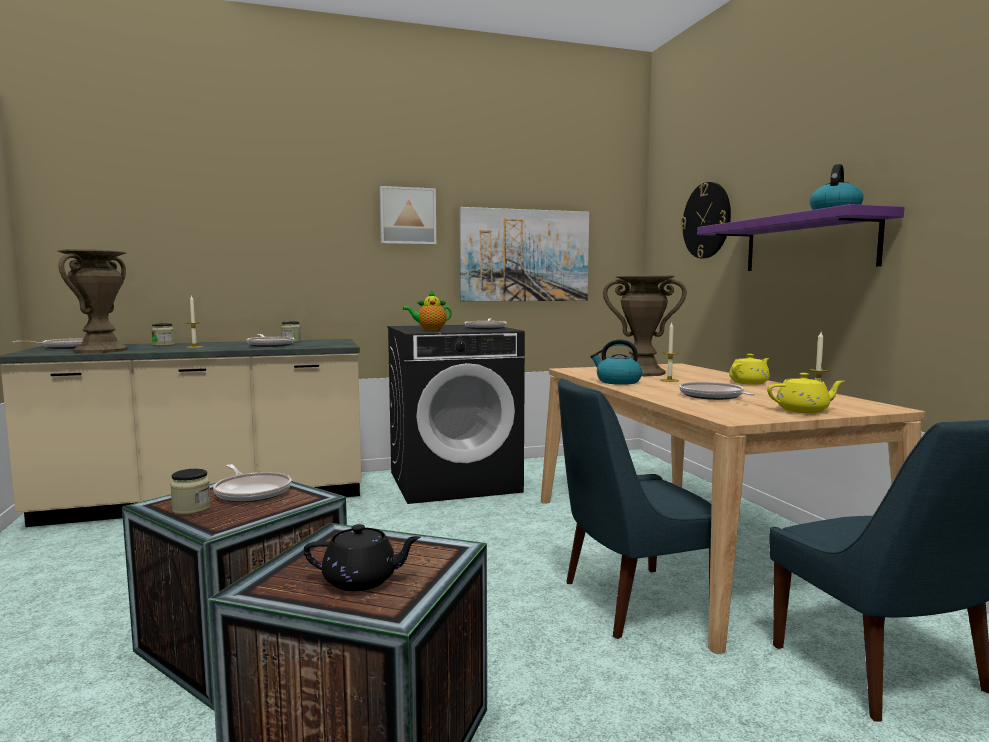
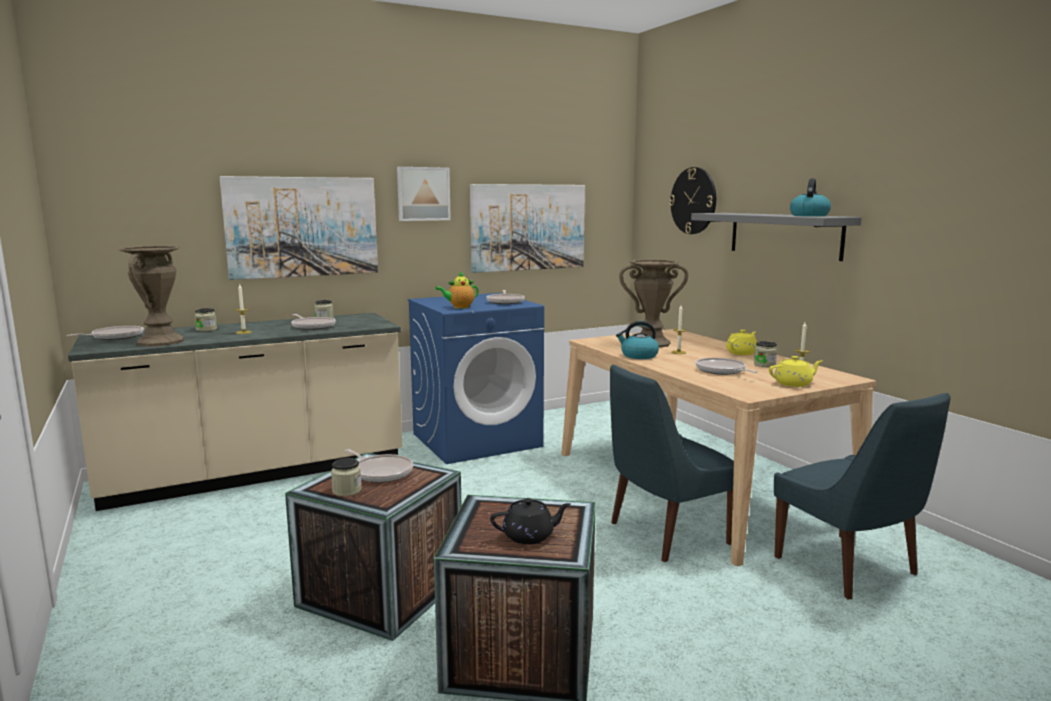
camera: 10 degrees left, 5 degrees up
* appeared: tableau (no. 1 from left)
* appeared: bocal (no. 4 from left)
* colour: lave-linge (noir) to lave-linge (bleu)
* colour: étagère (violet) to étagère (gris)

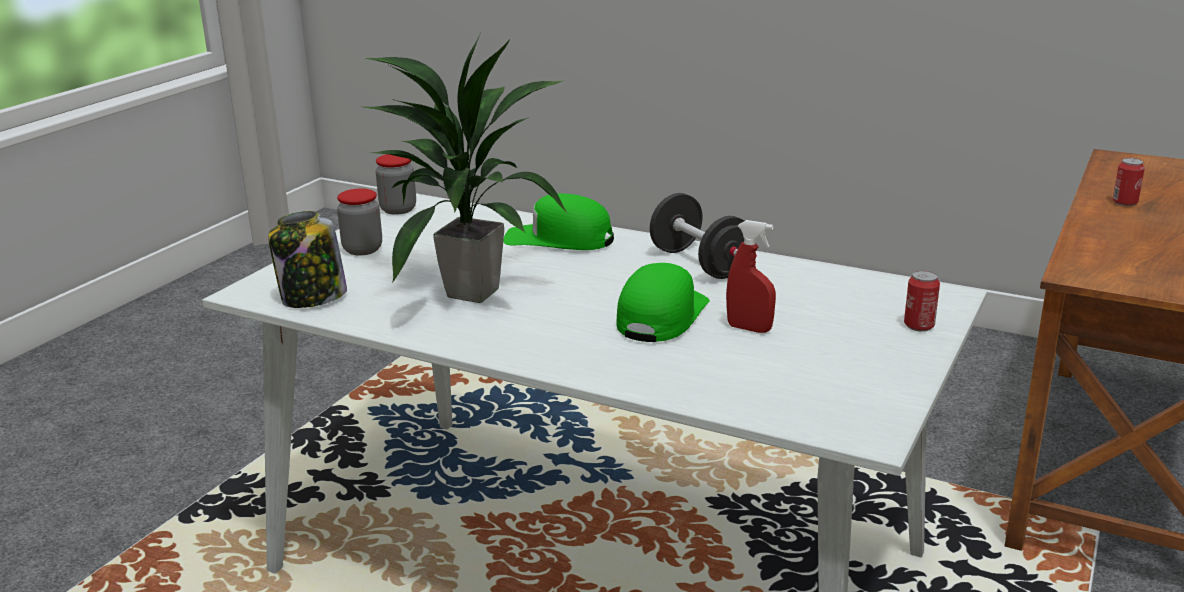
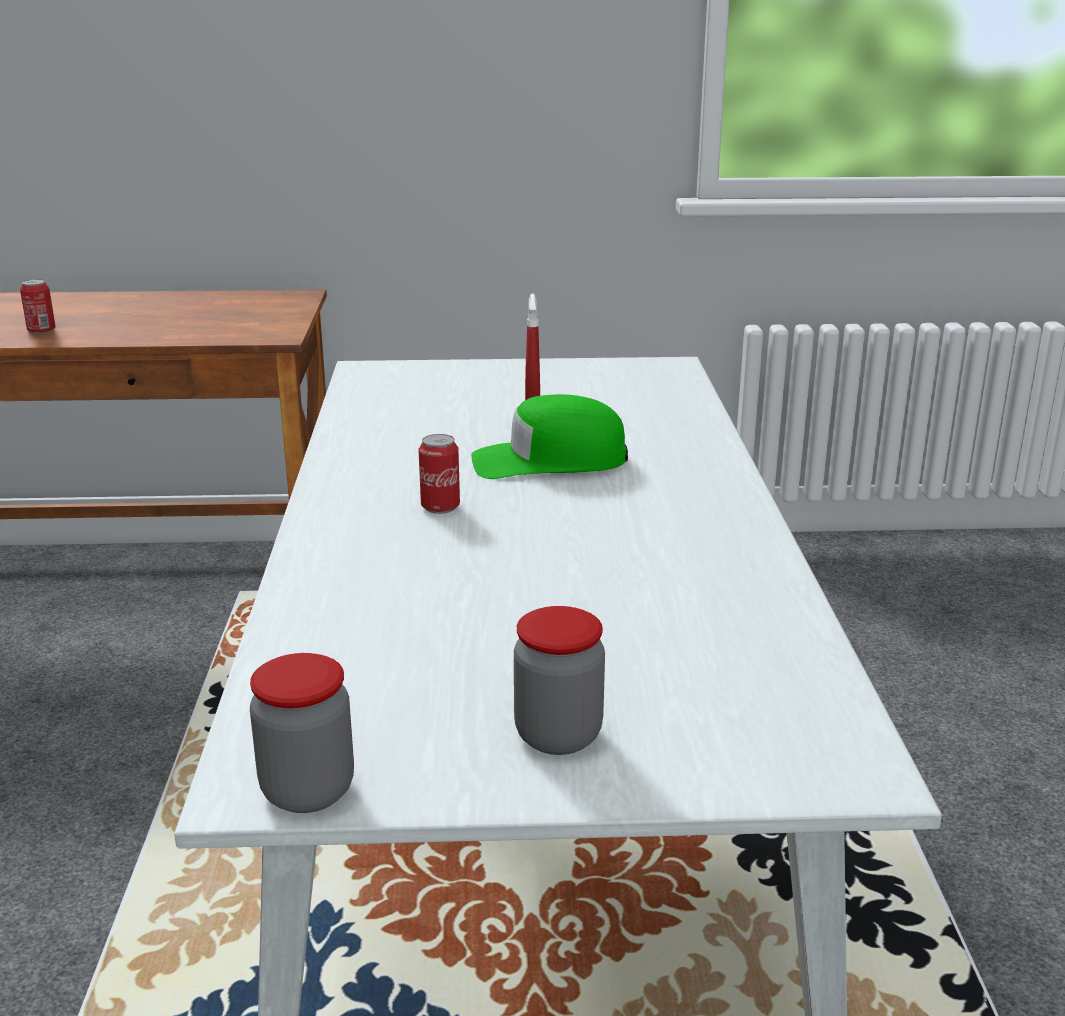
camera: 120 degrees left, 0 degrees up
* missing: bocal (no. 1 from left)
* missing: plante en pot
* missing: casquette (vert) (no. 1 from left)
* missing: haltère (noir)
* relocated: boîte métallique (no. 1 from left in the first image) to boîte métallique (no. 2 from left)

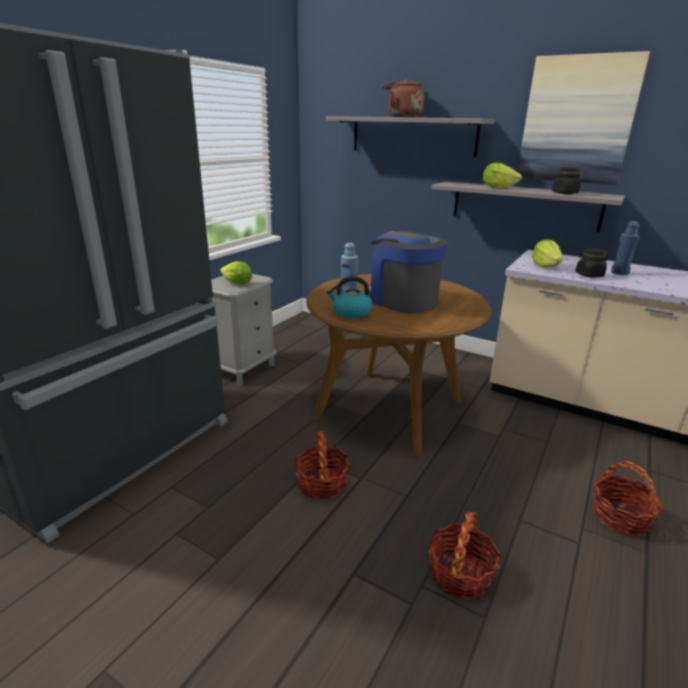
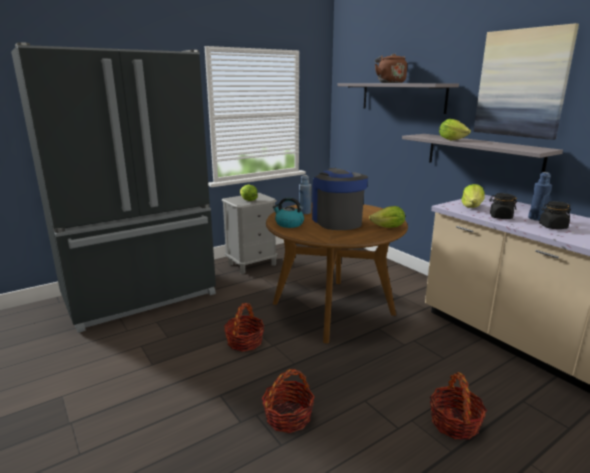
camera: 25 degrees right, 5 degrees down
* appeared: laitue (no. 2 from left)
* relocated: bocal (noir) (no. 1 from left in the first image) to bocal (noir) (no. 2 from left)

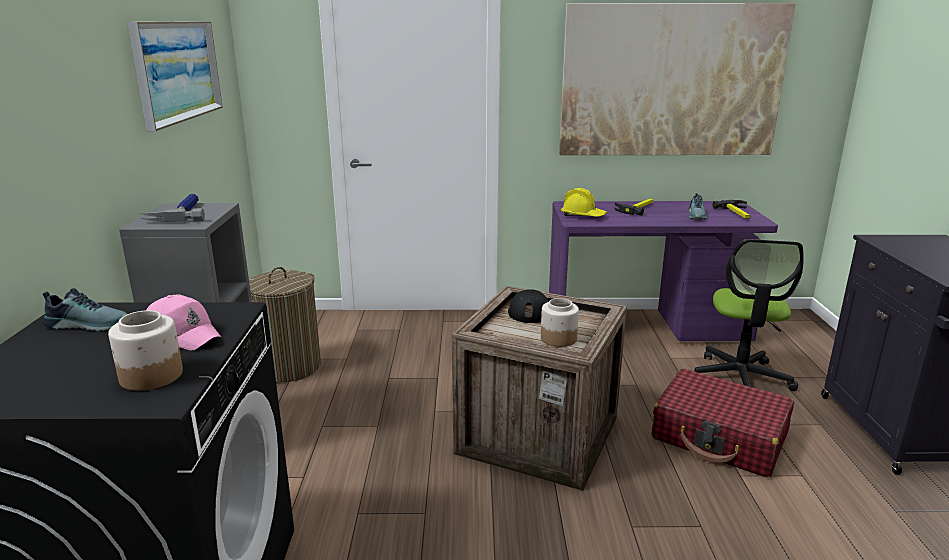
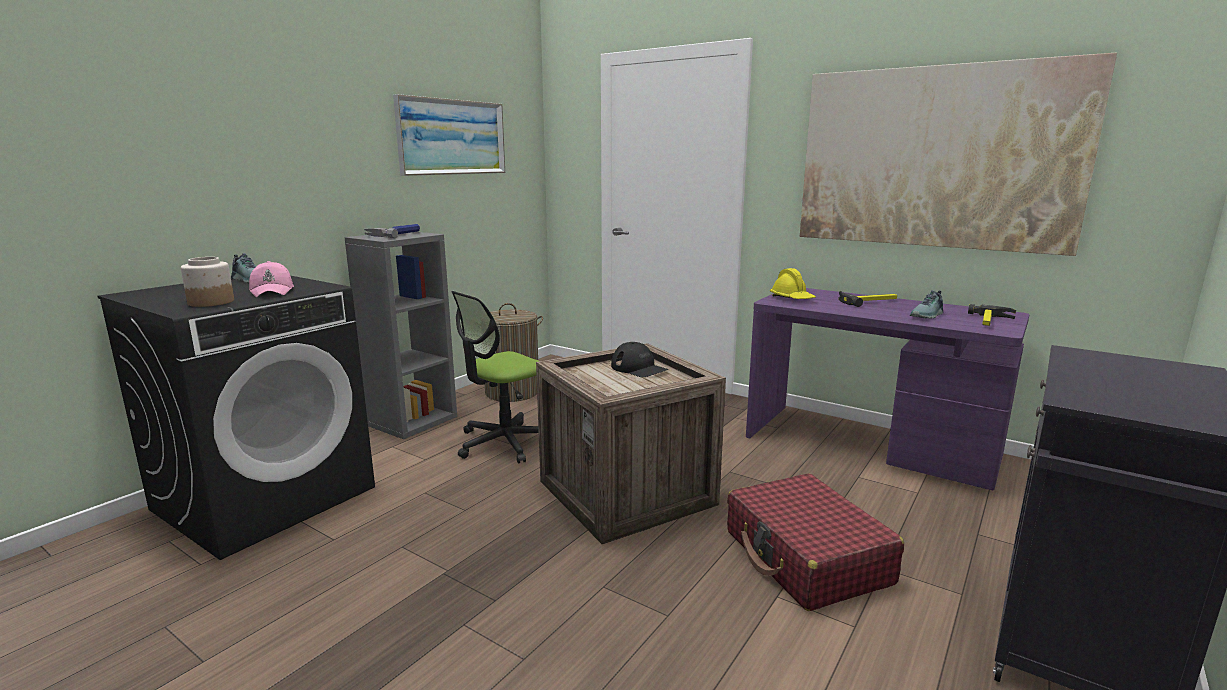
camera: 35 degrees right, 5 degrees down
* missing: bocal (no. 2 from left)
* relocated: chaise de bureau

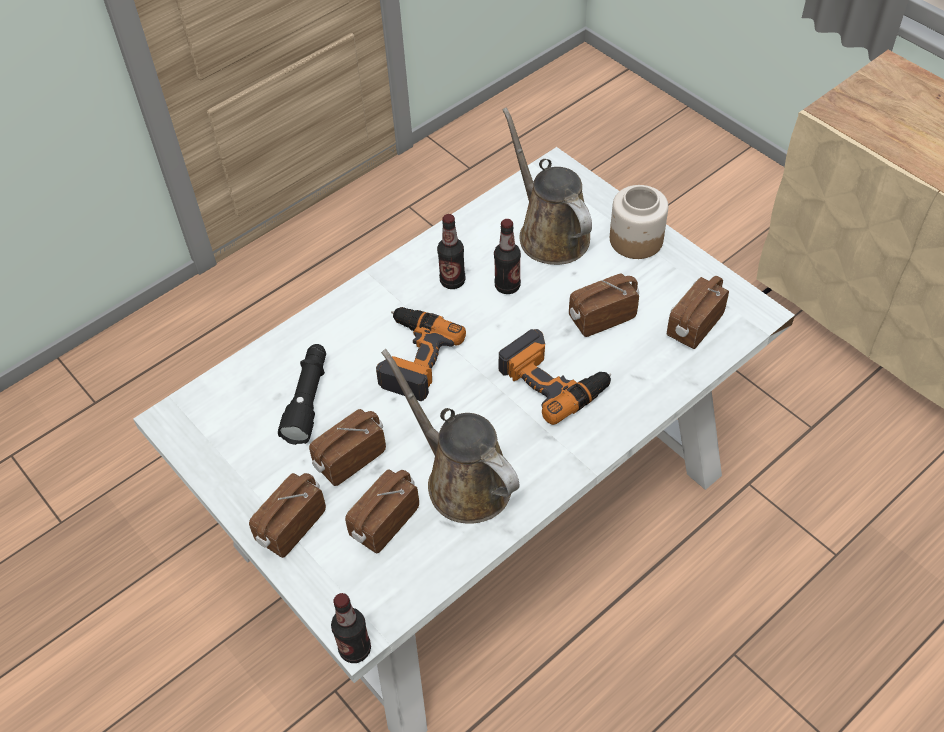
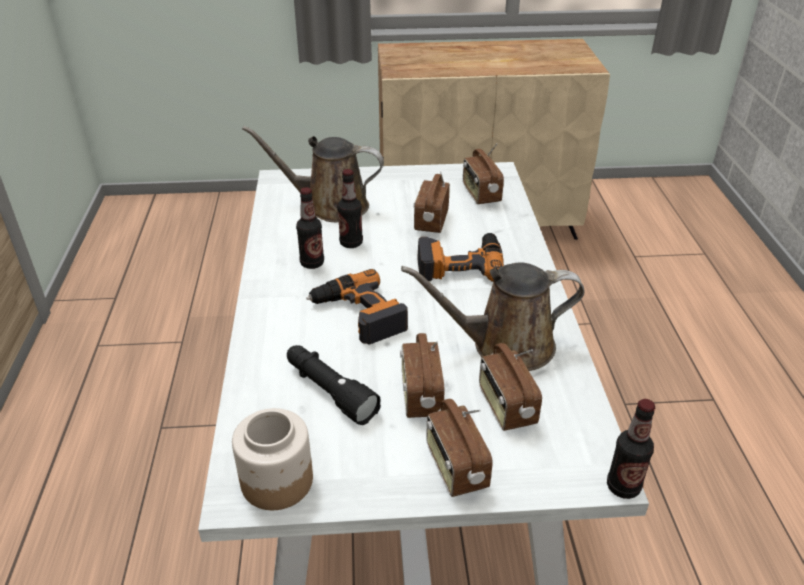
camera: 55 degrees left, 15 degrees down
* relocated: bocal

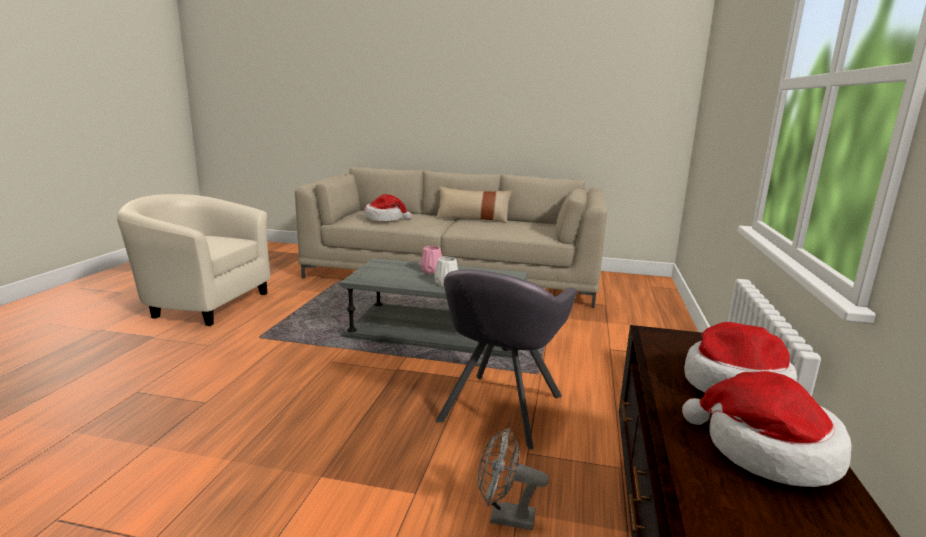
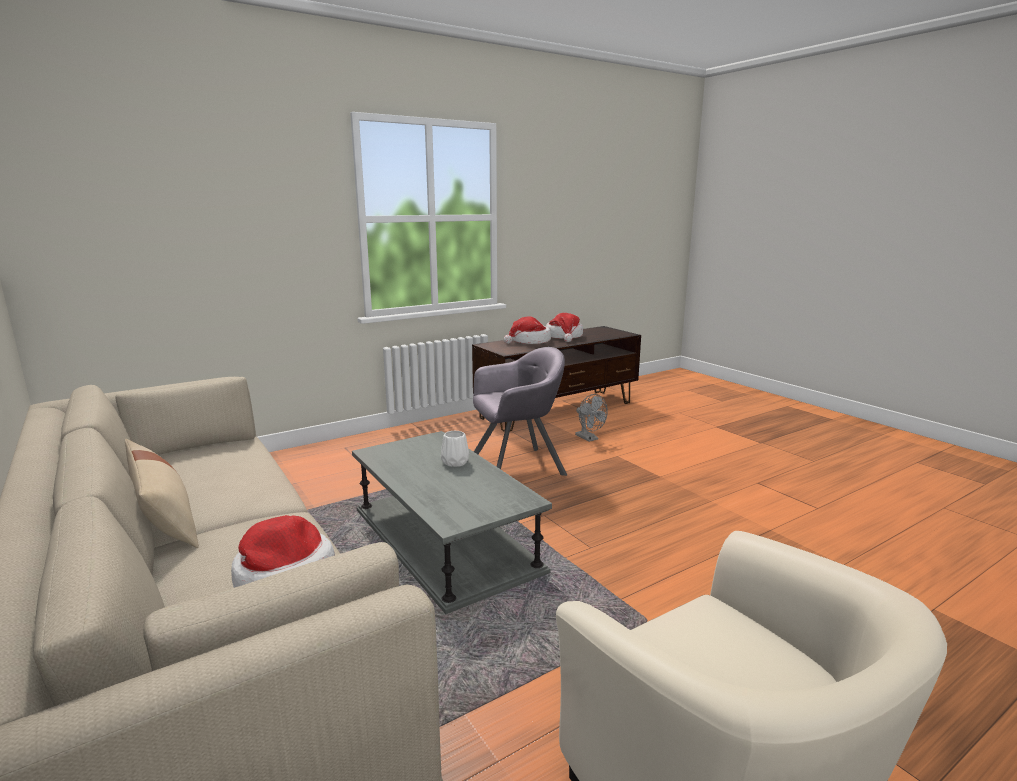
camera: 135 degrees left, 0 degrees up
* missing: vase (rose)

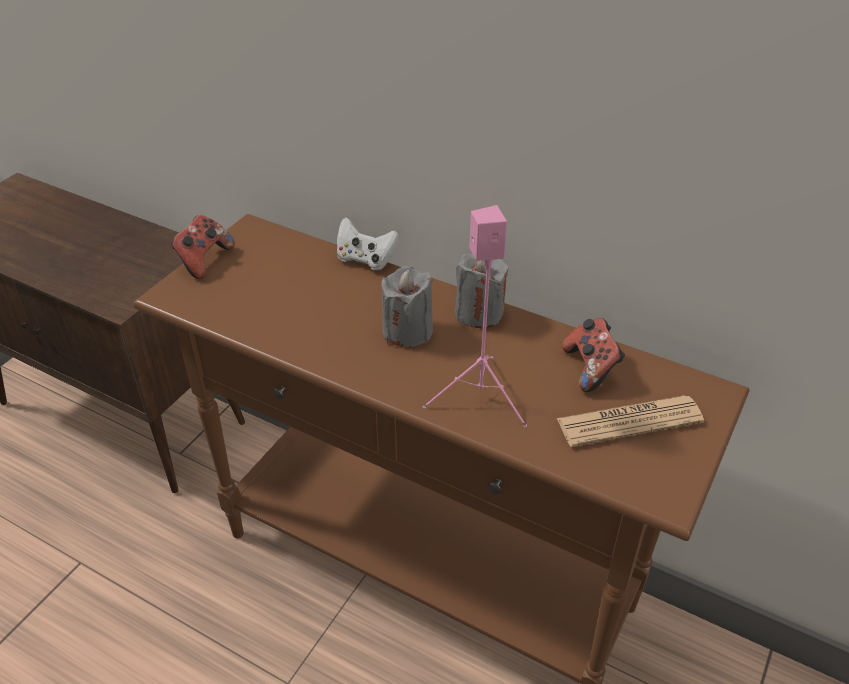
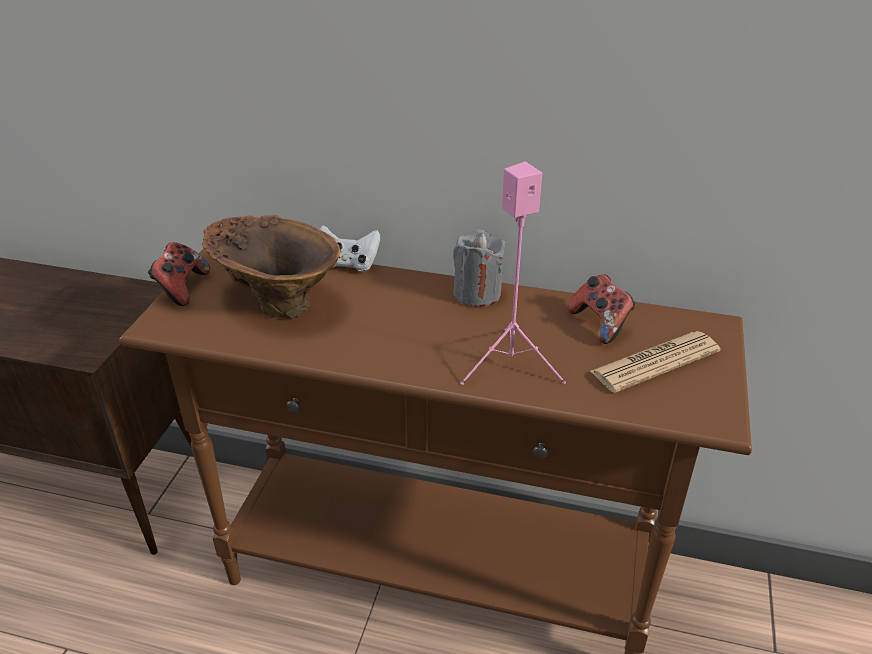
camera: 15 degrees left, 5 degrees down
* missing: bougie (gris) (no. 1 from left)
* appeared: vase (marron)

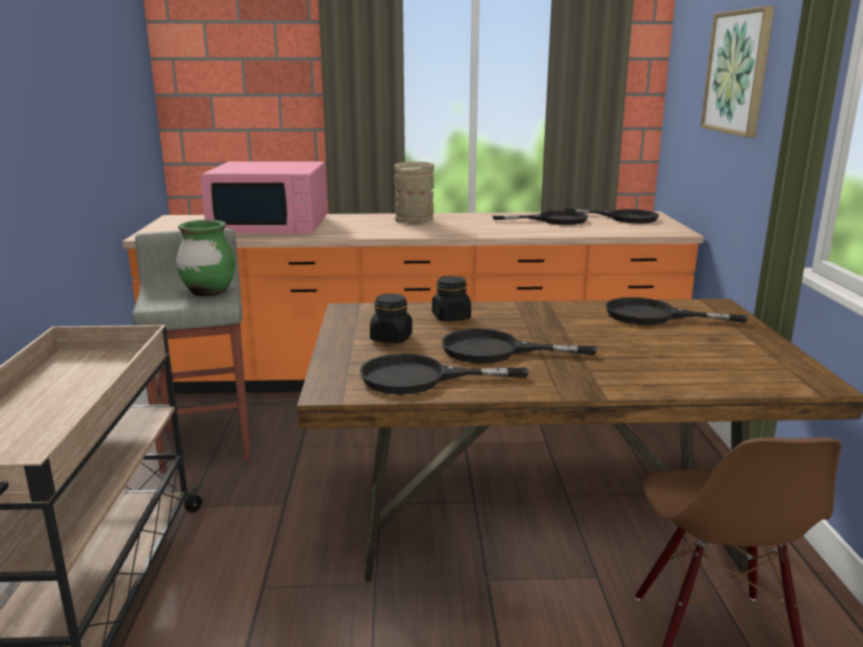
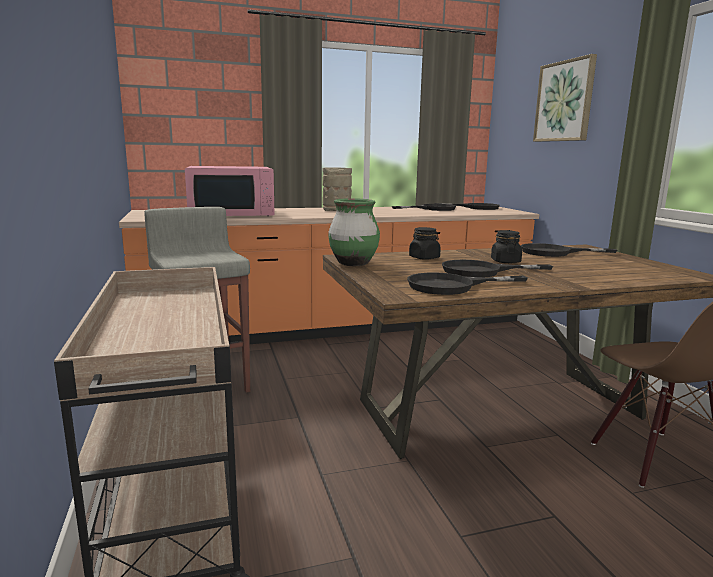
camera: 15 degrees left, 5 degrees down
* relocated: vase (vert)
* relocated: bocal (noir) (no. 1 from left in the first image) to bocal (noir) (no. 2 from left)

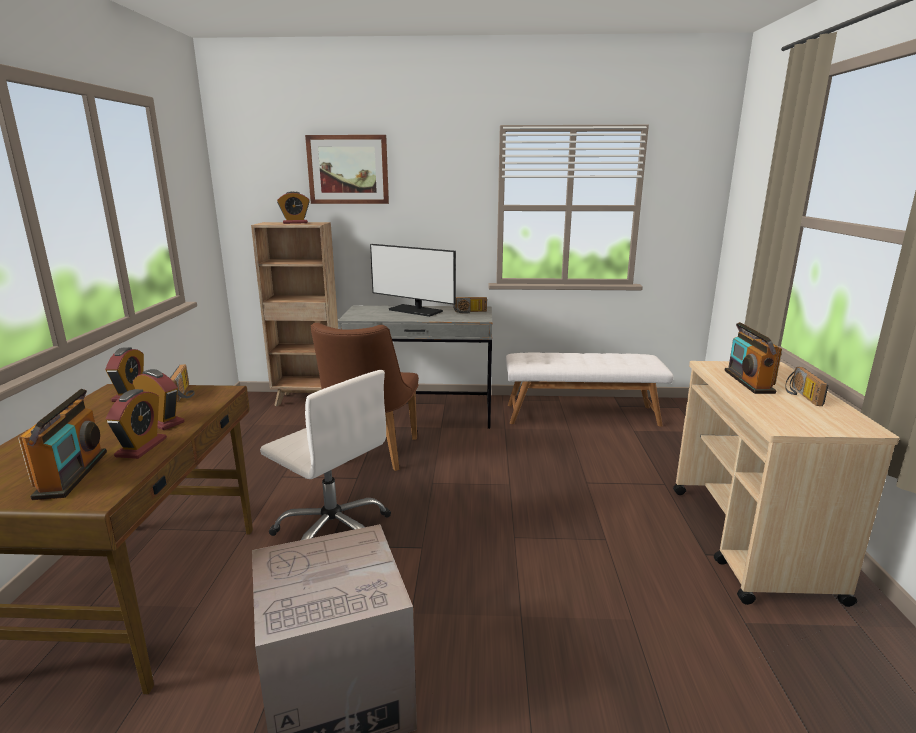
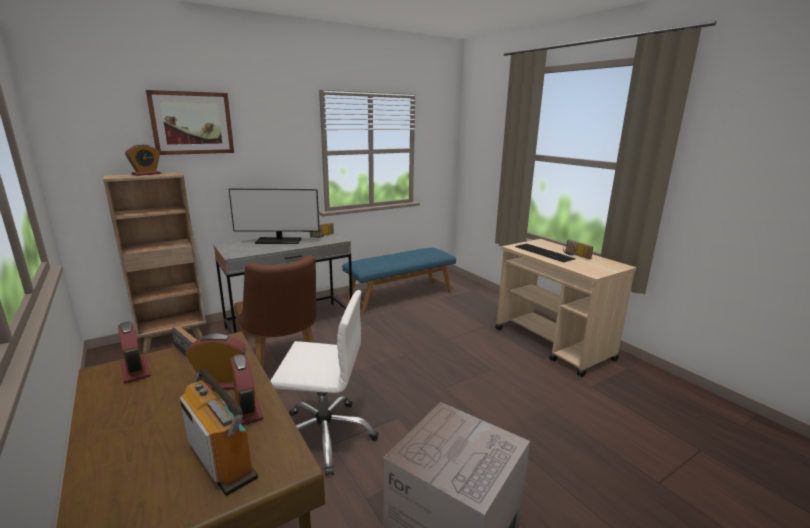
camera: 35 degrees left, 0 degrees up
* exchanged: radio (no. 4 from left) to clavier
* colour: banc (blanc) to banc (bleu)

